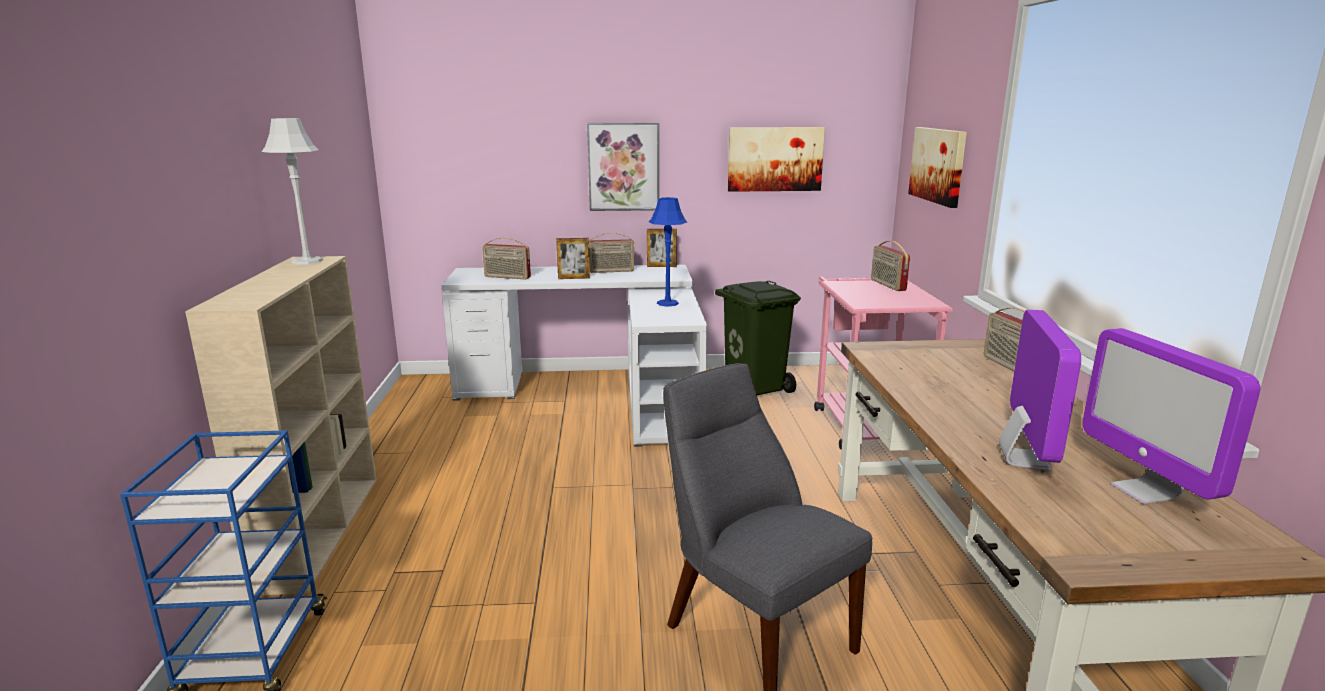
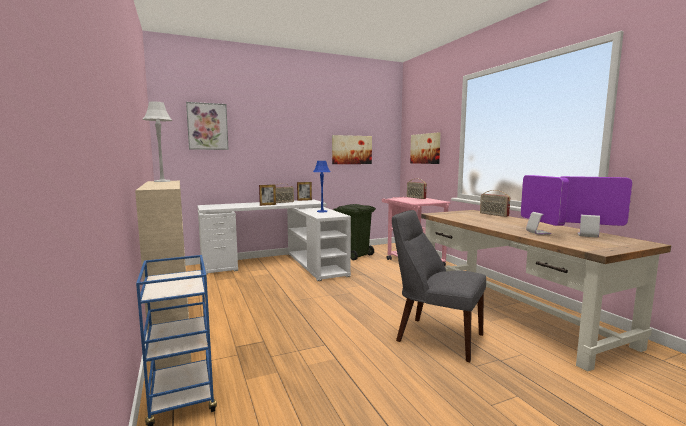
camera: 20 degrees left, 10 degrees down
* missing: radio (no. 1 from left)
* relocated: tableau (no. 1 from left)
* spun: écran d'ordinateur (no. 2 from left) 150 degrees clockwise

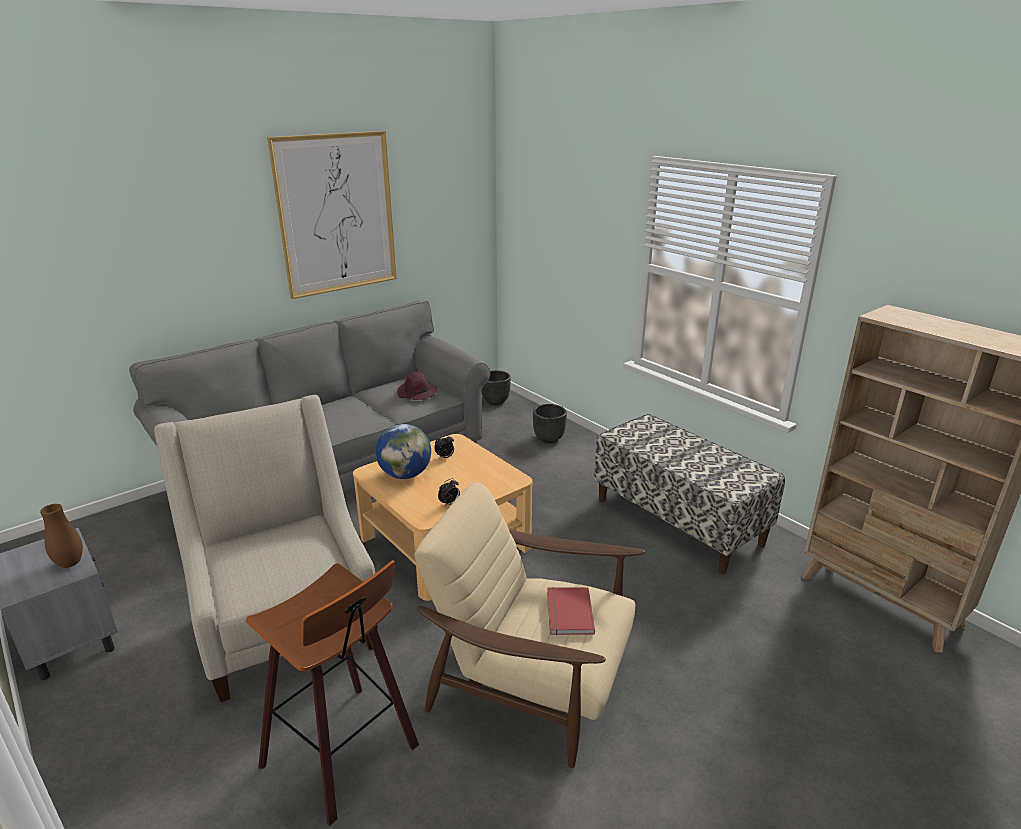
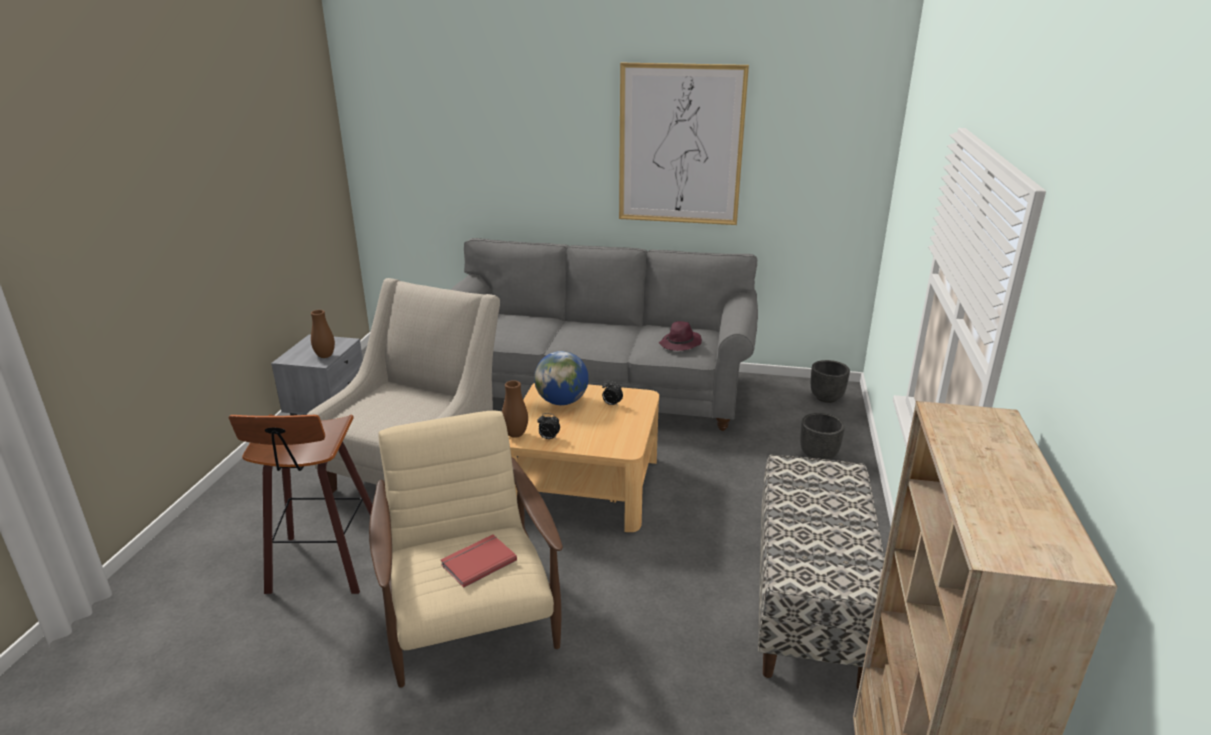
camera: 50 degrees right, 0 degrees up
* appeared: vase (marron) (no. 2 from left)

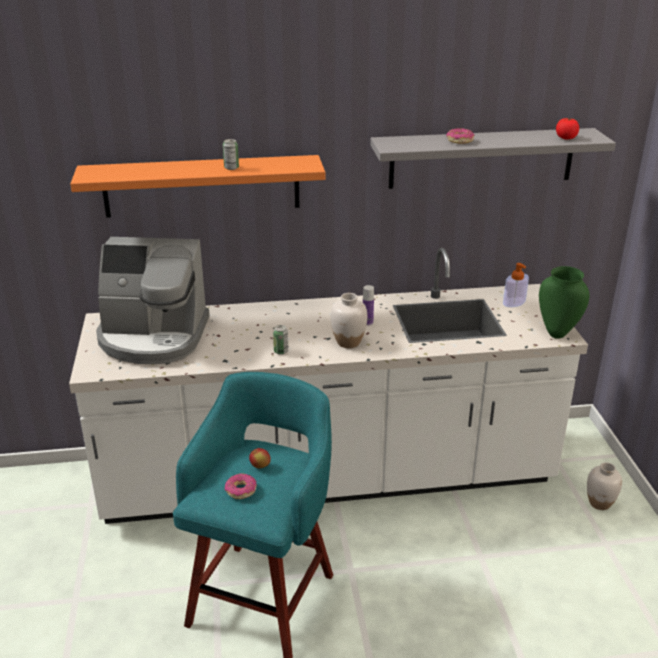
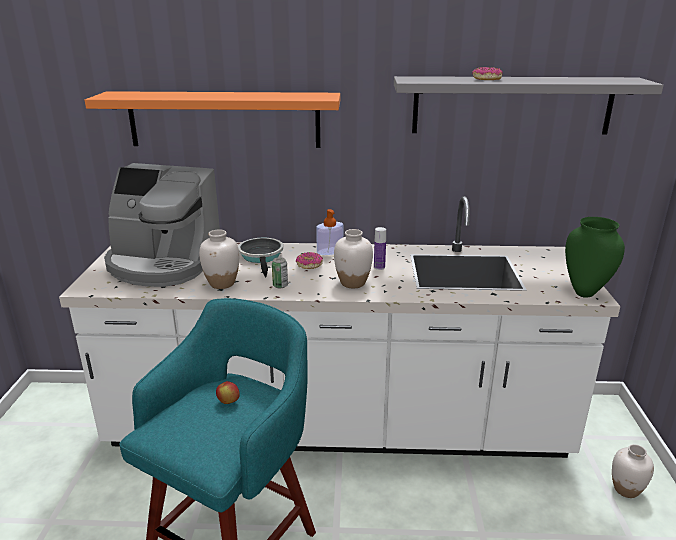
camera: 10 degrees right, 5 degrees down
* missing: boîte métallique (no. 1 from left)
* missing: tomate
* appeared: vase (blanc) (no. 1 from left)
* appeared: poêle
* relocated: beignet (no. 1 from left)
* relocated: distributeur de savon

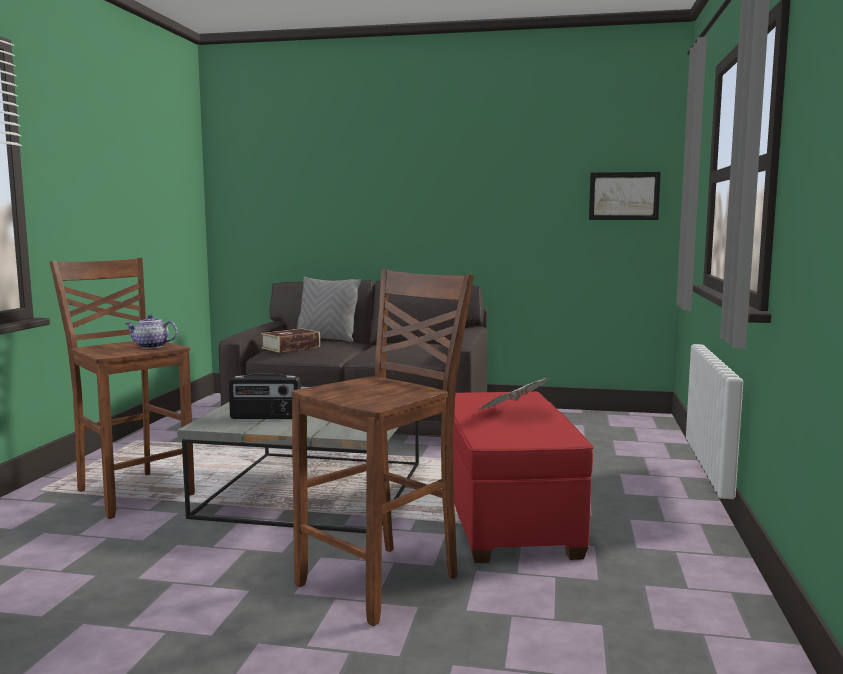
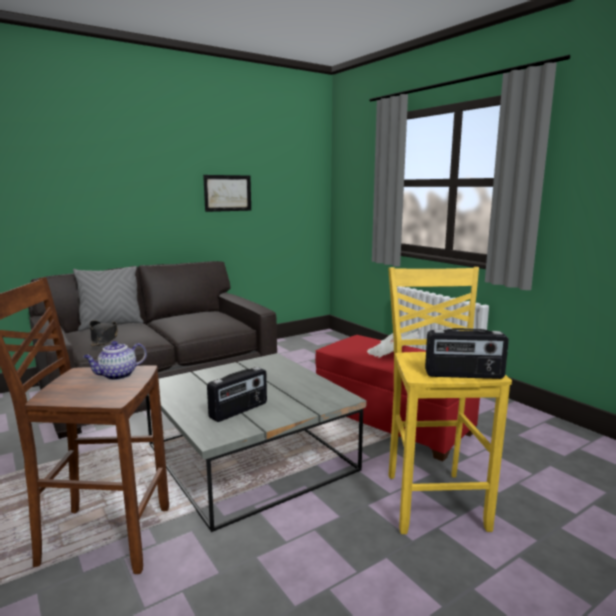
camera: 45 degrees left, 5 degrees up
* appeared: radio (no. 2 from left)
* relocated: tableau
* exchanged: livre to chapeau (noir)
* colour: tabouret (marron) (no. 2 from left) to tabouret (jaune)

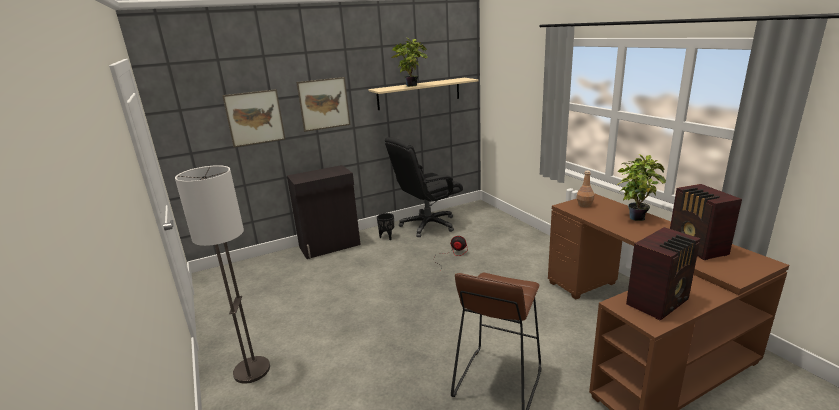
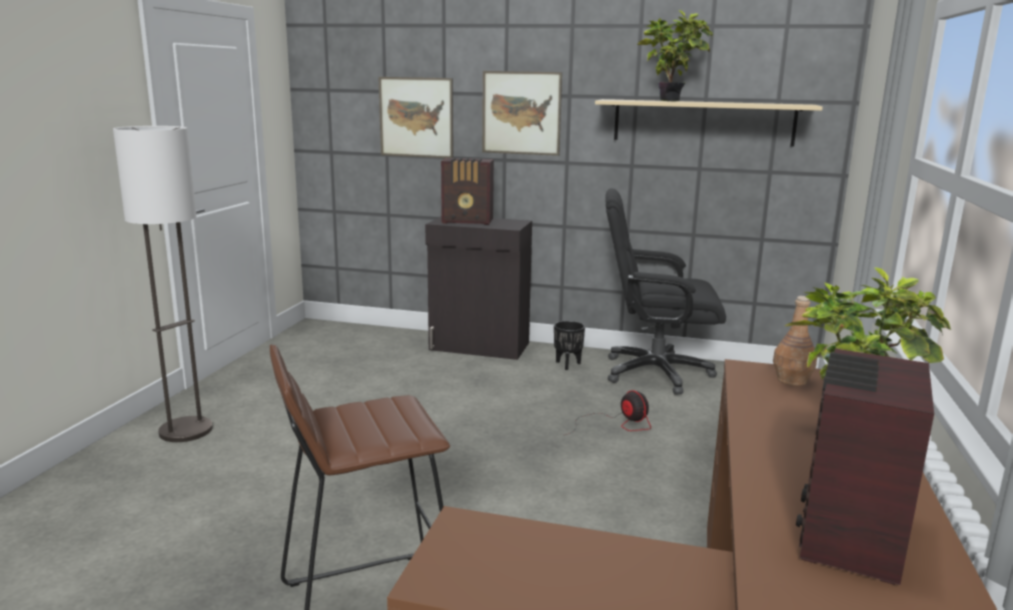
camera: 40 degrees right, 5 degrees down
* relocated: radio (no. 1 from left)

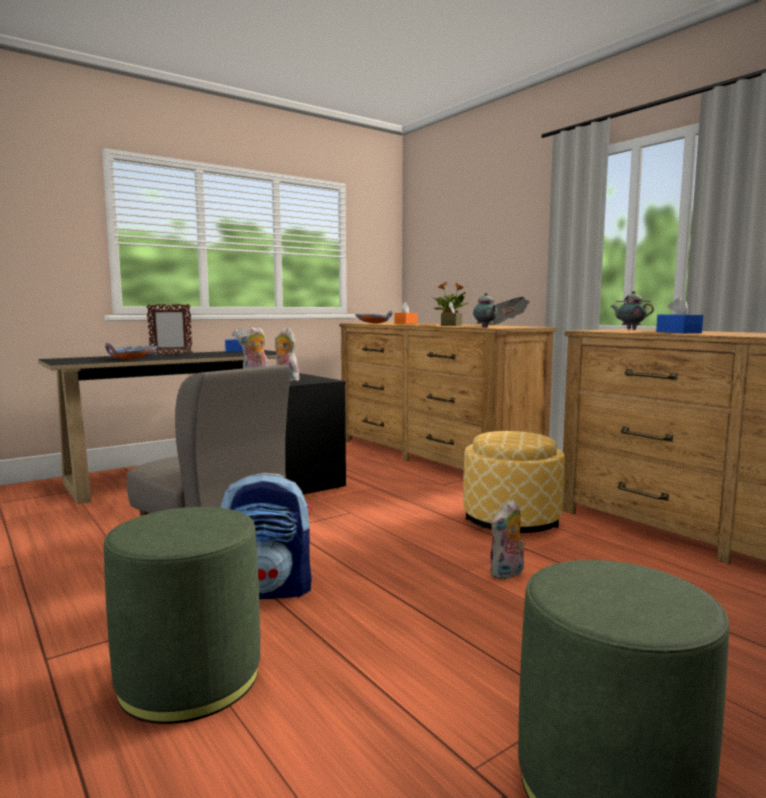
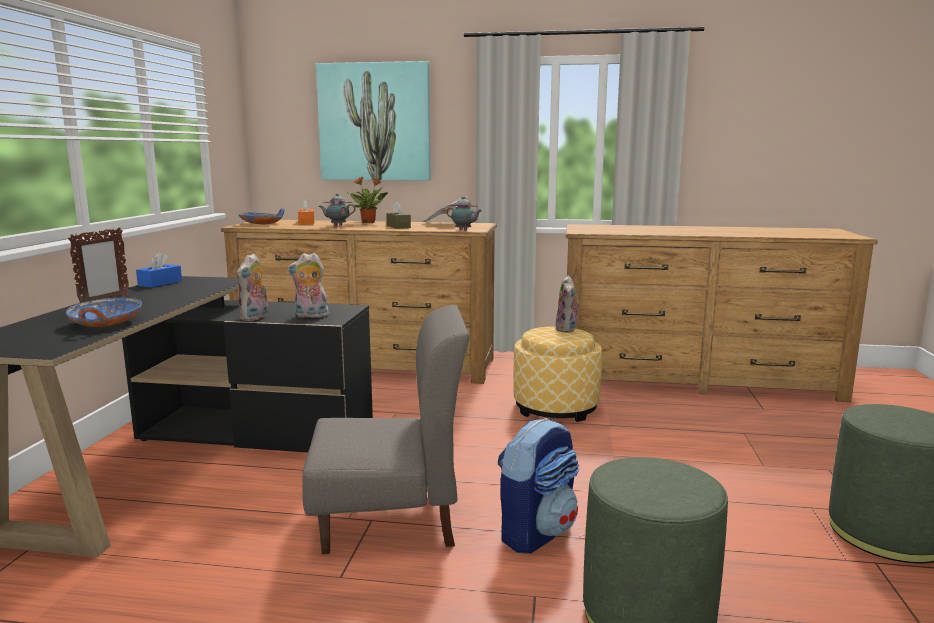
camera: 45 degrees left, 5 degrees up
* missing: boîte à mouchoirs (bleu) (no. 2 from left)
* appeared: tableau
* relocated: peluche (no. 3 from left)
* relocated: théière (no. 2 from left in the first image) to théière (no. 1 from left)

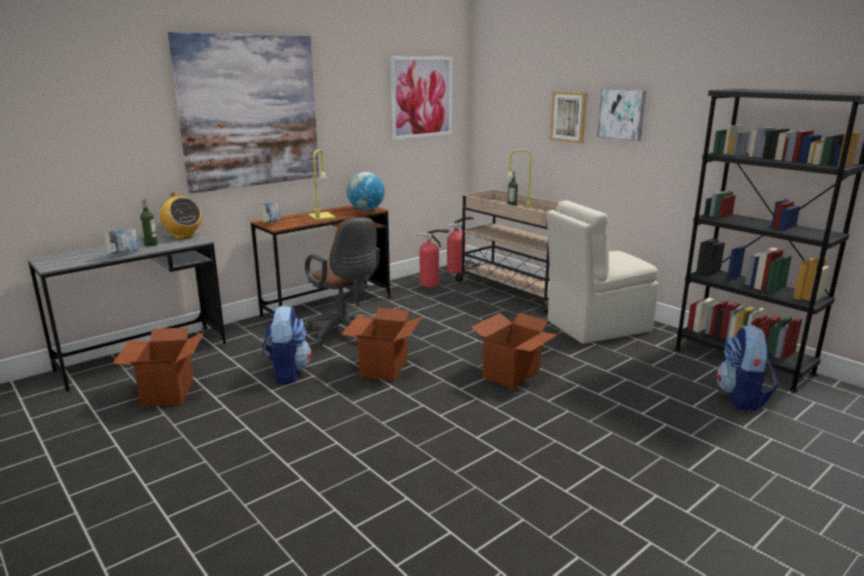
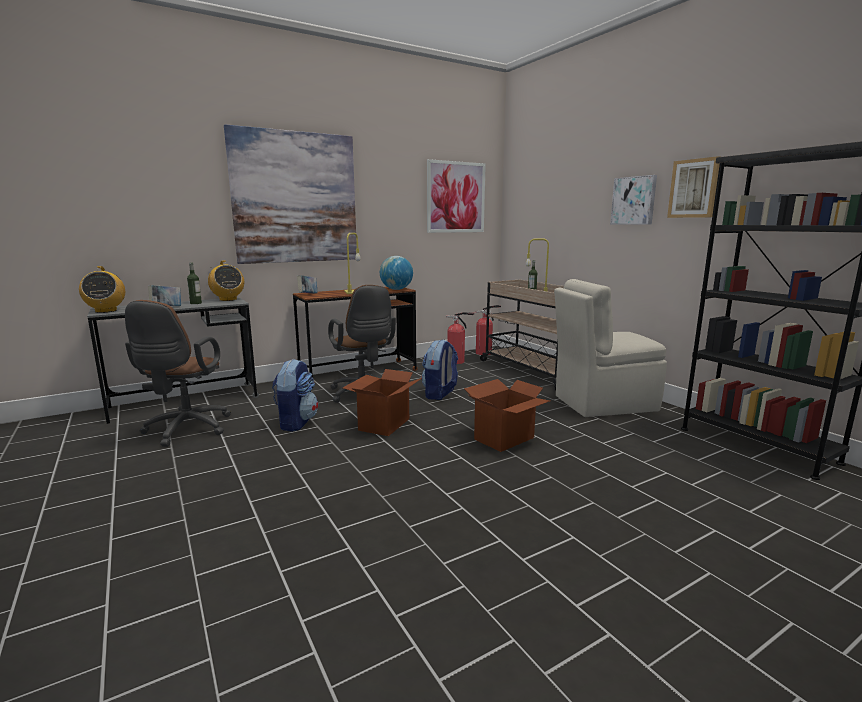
camera: 10 degrees right, 5 degrees down
* appeared: radio (no. 1 from left)
* relocated: tableau (no. 3 from left in the first image) to tableau (no. 4 from left)
* relocated: sac à dos (no. 2 from left)
* exchanged: carton (no. 1 from left) to chaise de bureau (marron) (no. 1 from left)

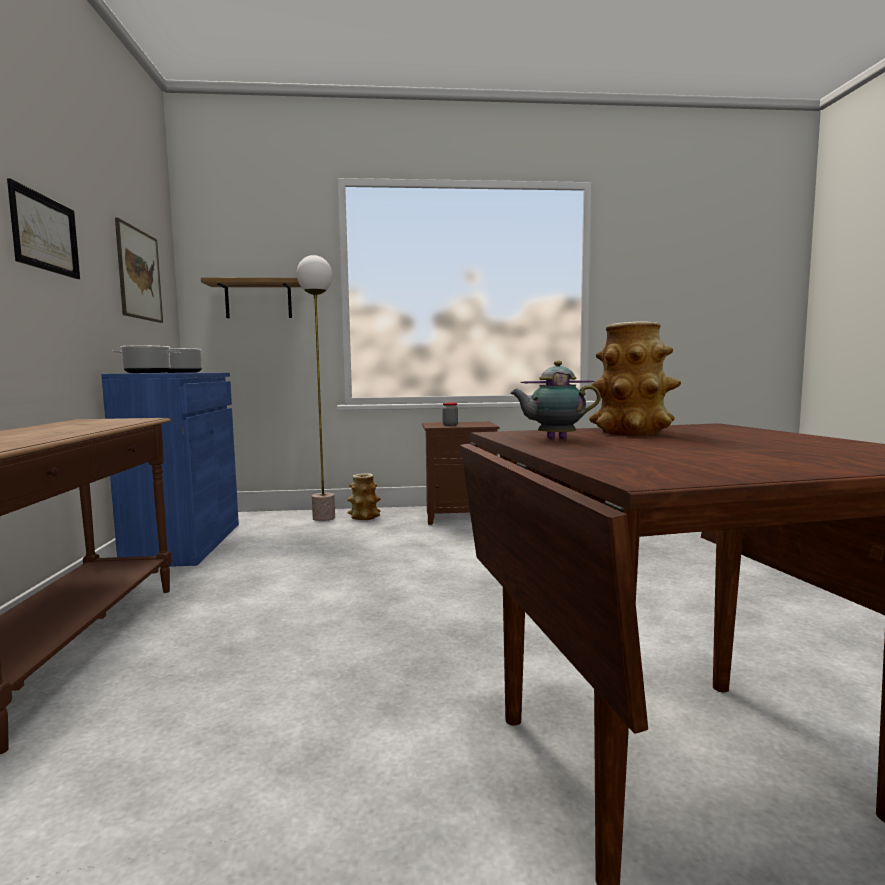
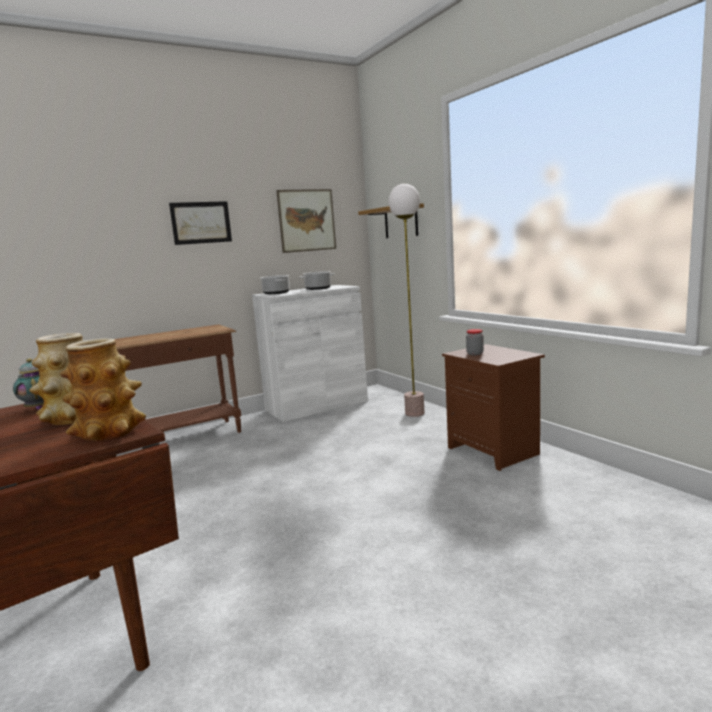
camera: 65 degrees right, 5 degrees up
* relocated: vase (no. 1 from left in the first image) to vase (no. 2 from left)
* colour: meuble de rangement (bleu) to meuble de rangement (blanc)

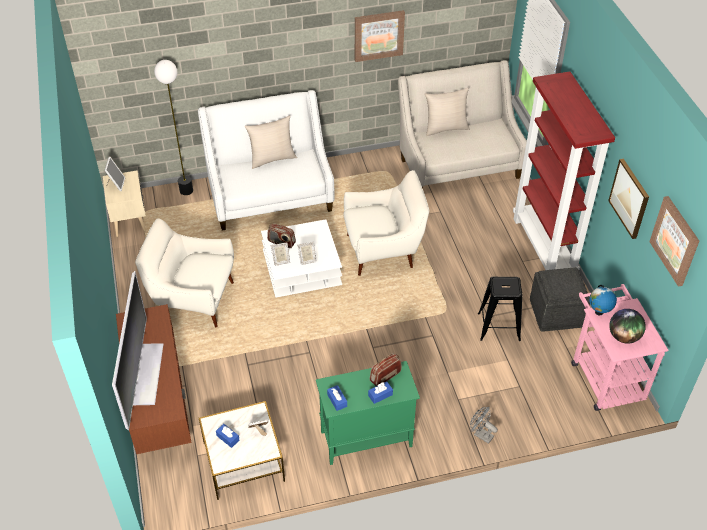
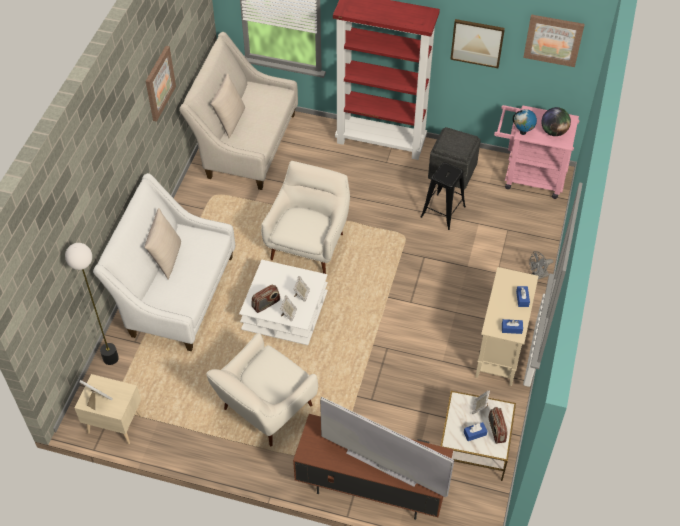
camera: 60 degrees left, 5 degrees up
* relocated: radio (no. 2 from left)
* colour: meuble de rangement (vert) to meuble de rangement (beige)

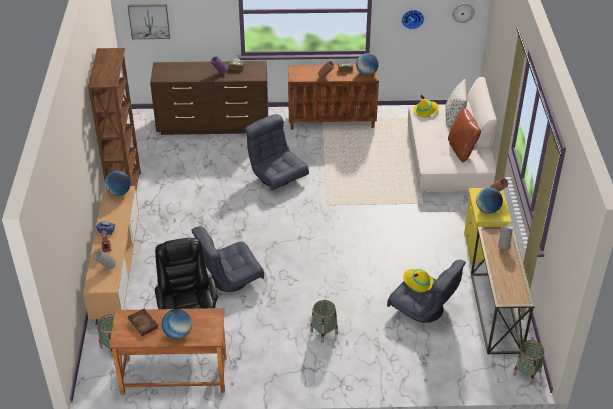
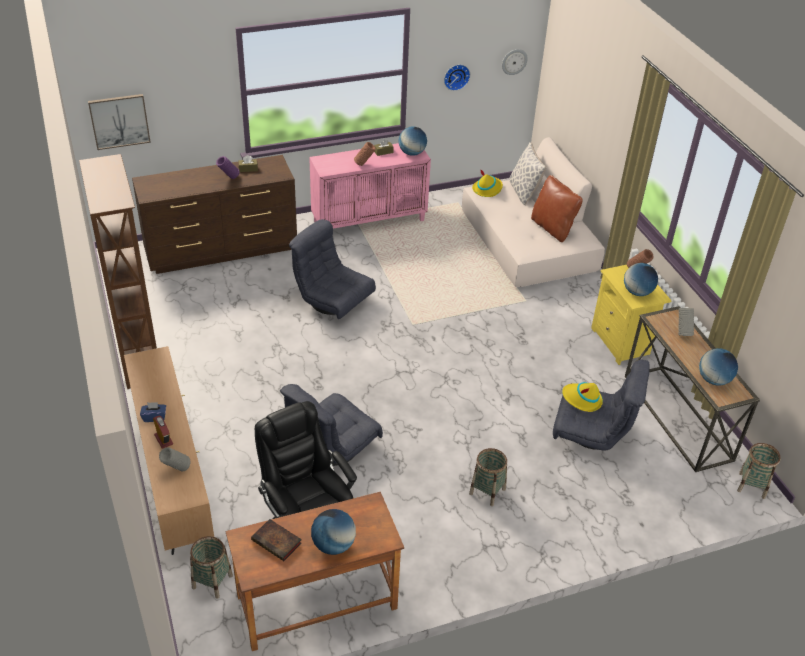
camera: 20 degrees left, 0 degrees up
* relocated: globe (no. 1 from left in the first image) to globe (no. 4 from left)
* colour: meuble de rangement (marron) to meuble de rangement (rose)

